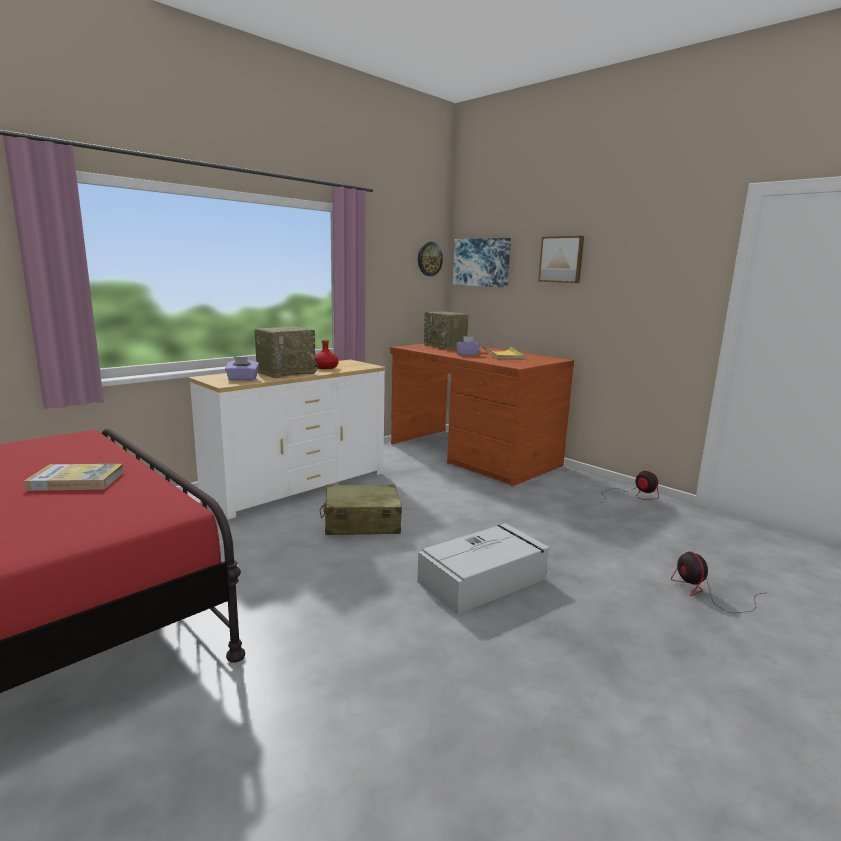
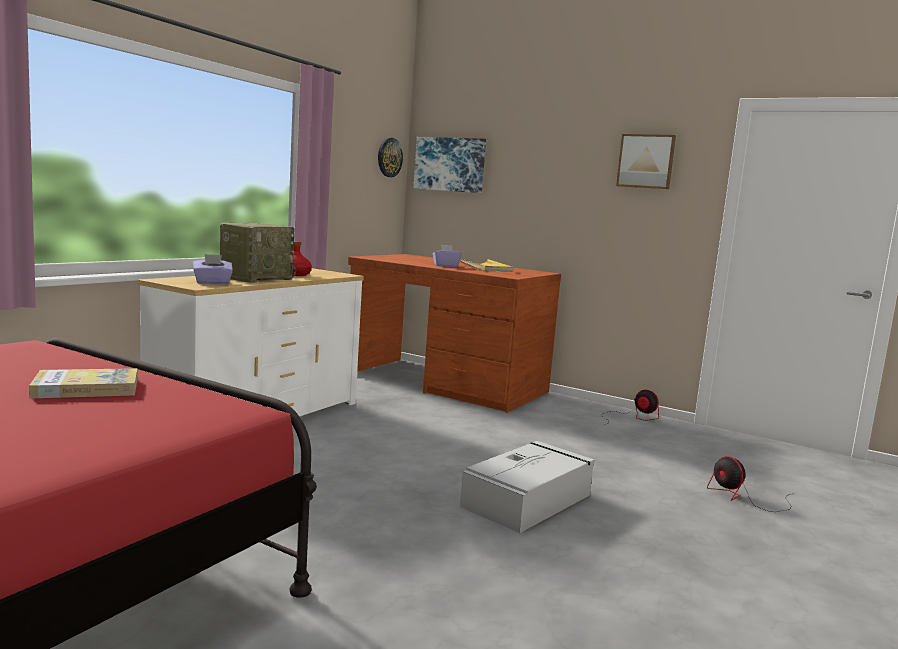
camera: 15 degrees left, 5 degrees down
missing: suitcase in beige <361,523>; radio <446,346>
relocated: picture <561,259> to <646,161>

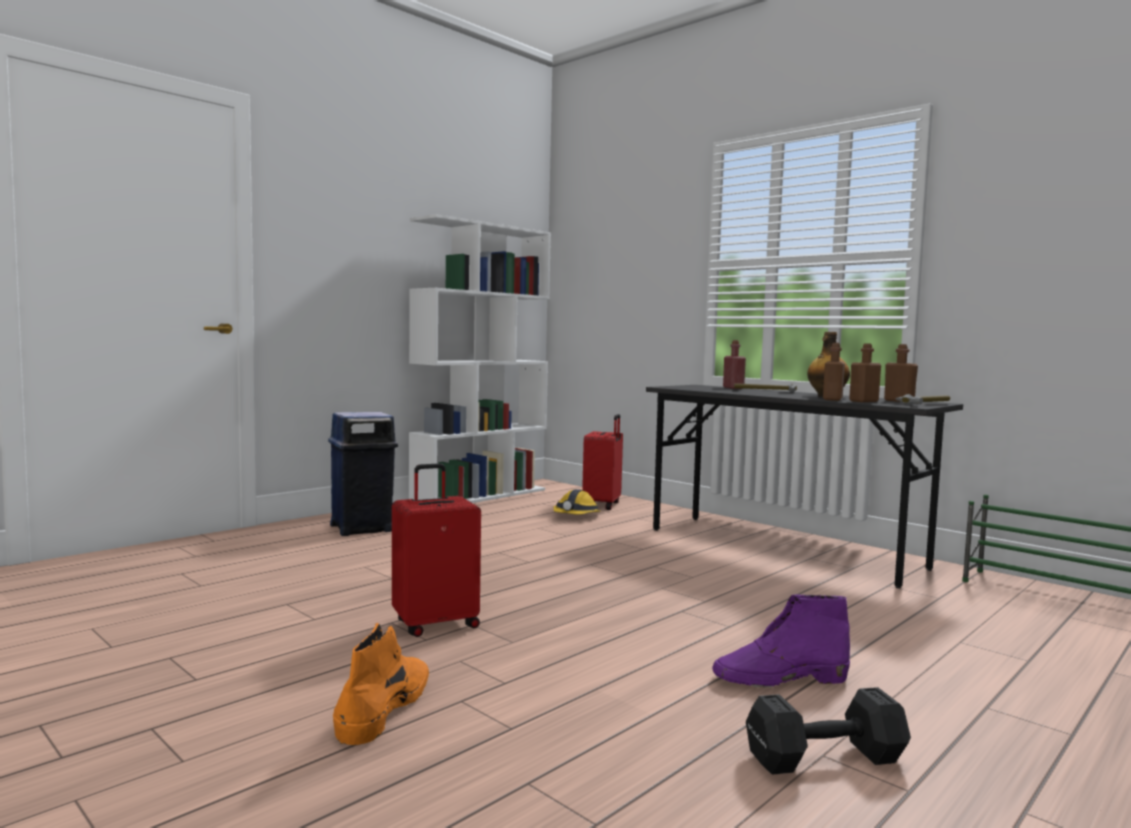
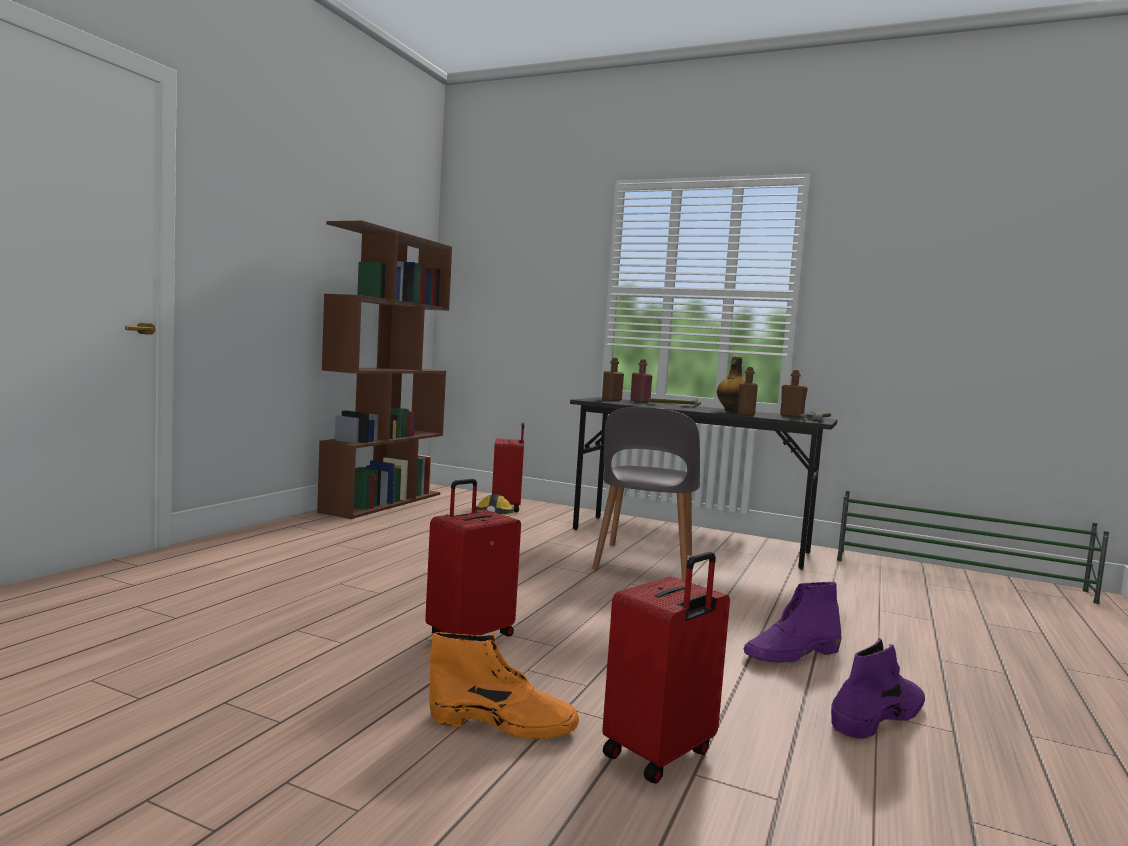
camera: 20 degrees left, 0 degrees up
missing: trash can in blue <362,528>
appeared: chair in grey <644,562>; suitcase in red <660,754>
relocated: bottle in brown <863,401> to <611,400>
exchanged: dumbbell in black <821,758> to boot in purple <878,716>
colour: bookcase in white <480,496> to bookcase in brown <383,502>
spun: boot in orange <385,707> = <504,724> 105 degrees clockwise

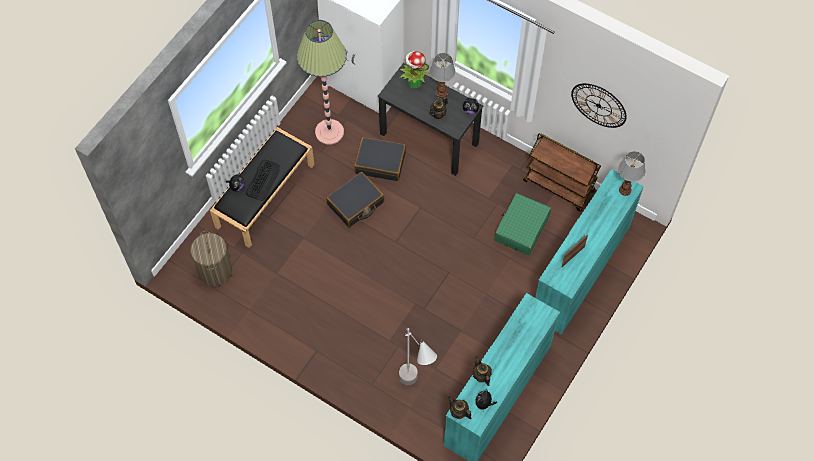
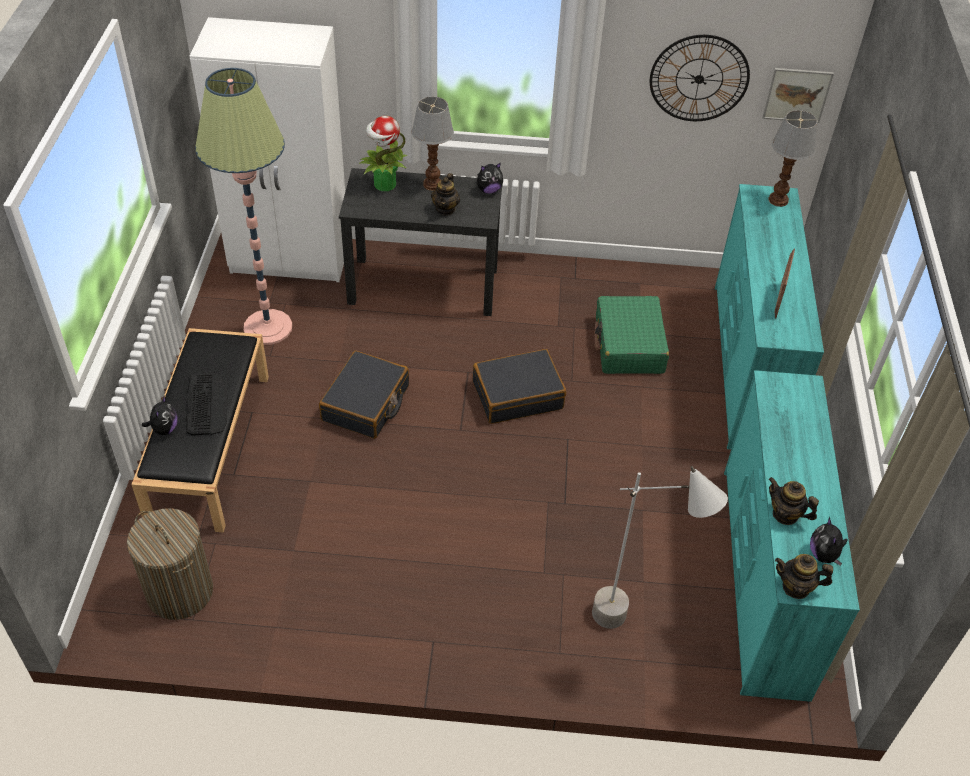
camera: 30 degrees left, 15 degrees down
missing: cart in brown <559,186>
appeared: picture <797,95>
relocated: suitcase in black <380,163> to <517,395>

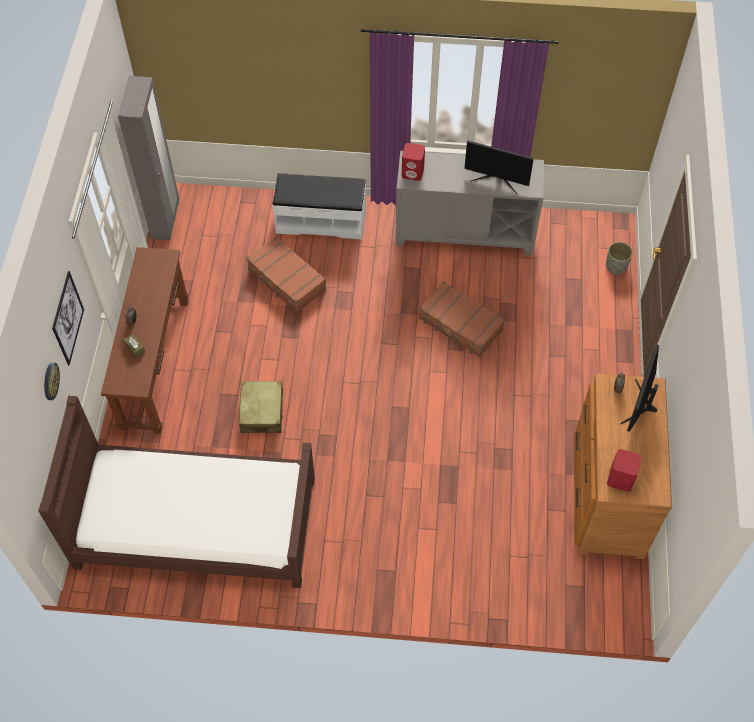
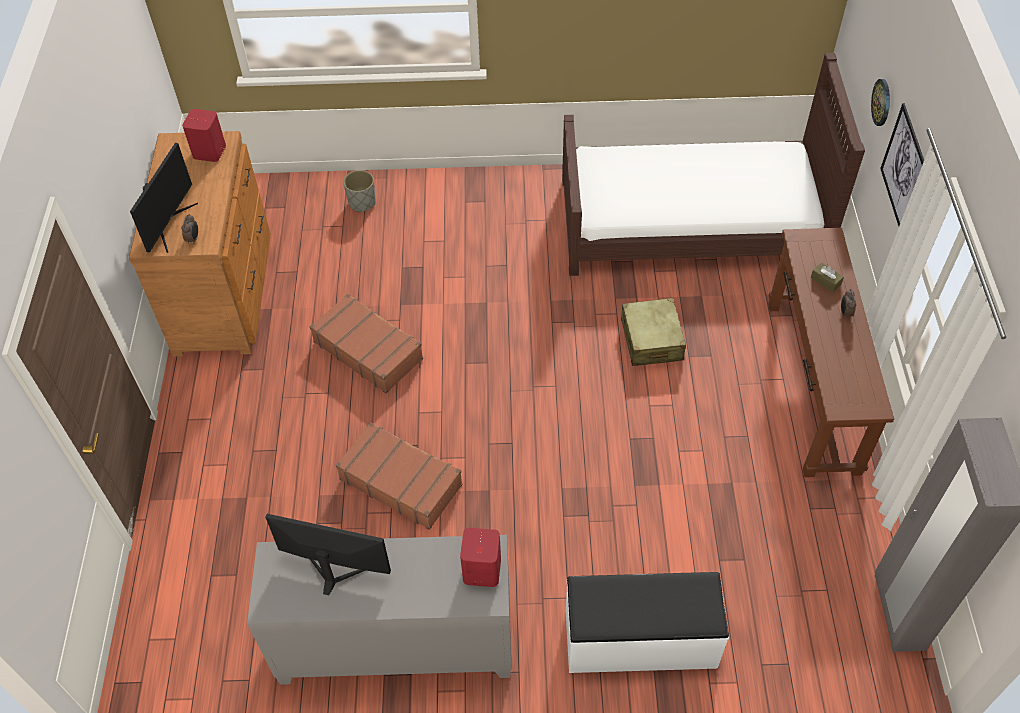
camera: 175 degrees right, 5 degrees down
relocated: suitcase in brown <286,280> to <368,350>; planter in grey <616,266> to <362,202>

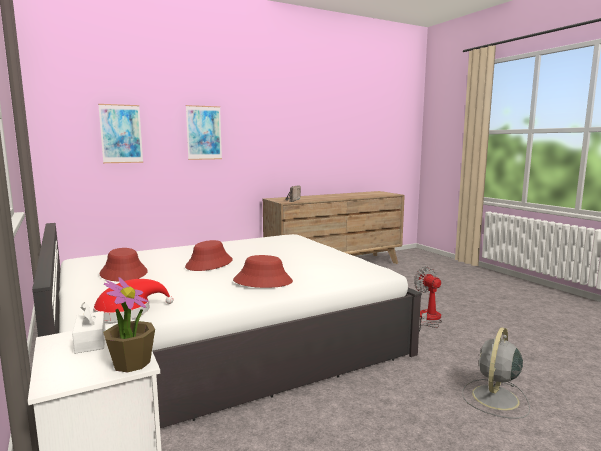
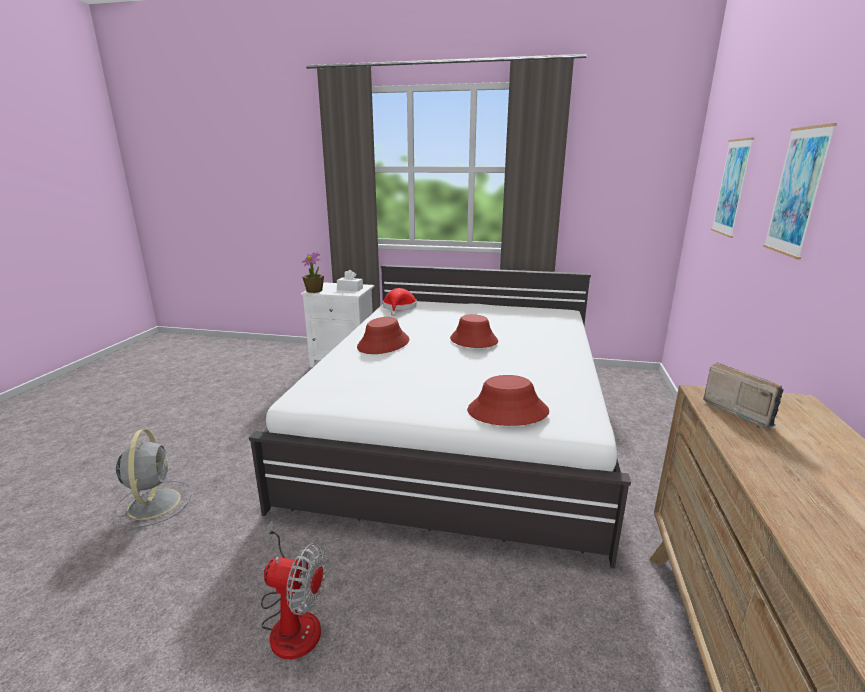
camera: 130 degrees right, 10 degrees up
relocated: hat in red <124,273> to <507,411>

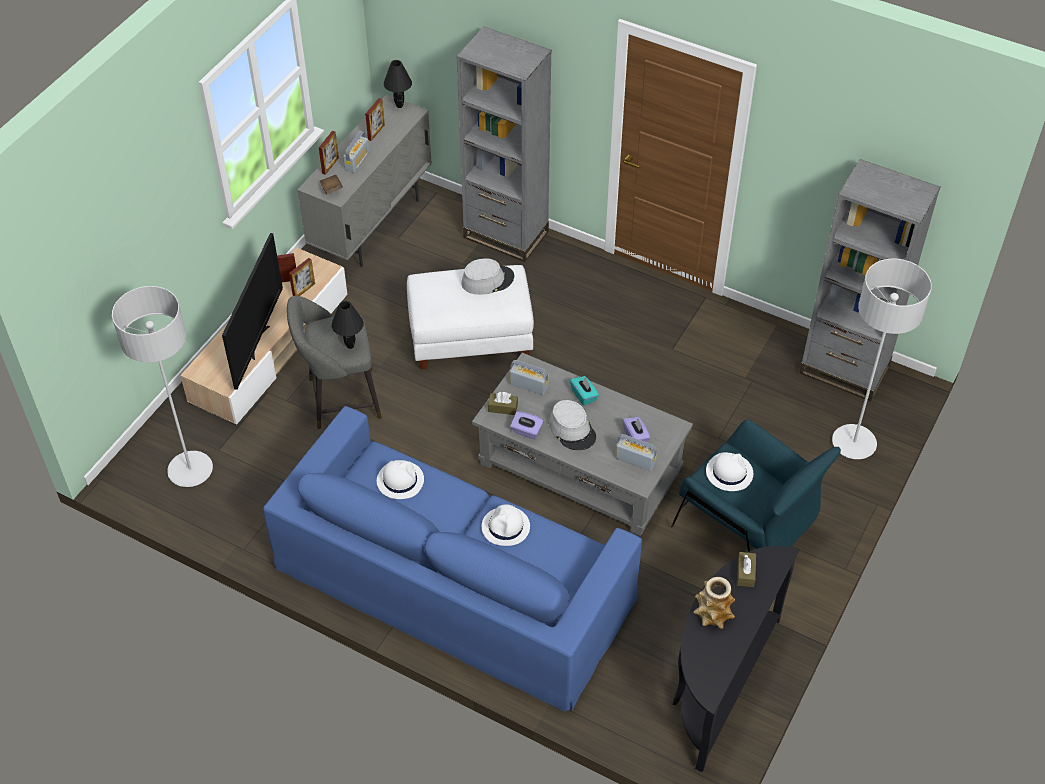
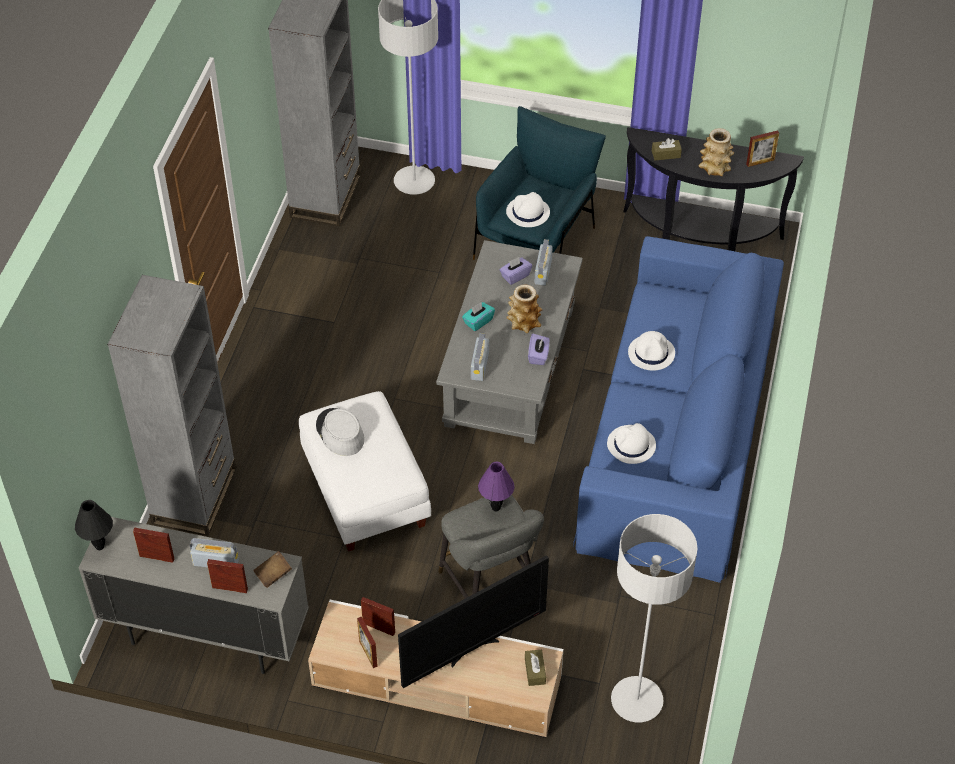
camera: 105 degrees left, 0 degrees up
appeared: picture frame <760,162>
relocated: tissue box in brown <503,408> to <535,671>
exchanged: hat in grey <572,430> to vase <524,322>
colour: table lamp in black <350,346> to table lamp in purple <496,508>
spun: television <257,341> = <472,649> 150 degrees clockwise

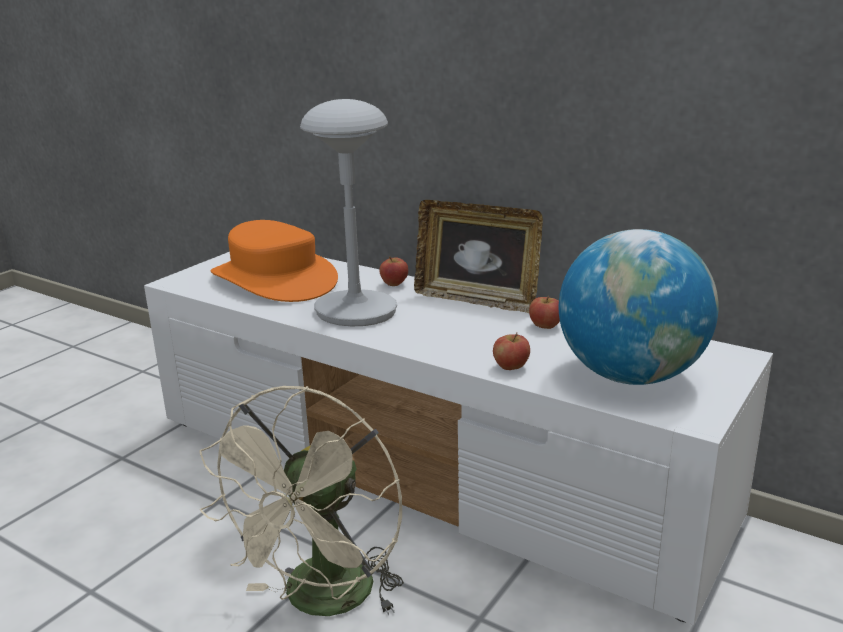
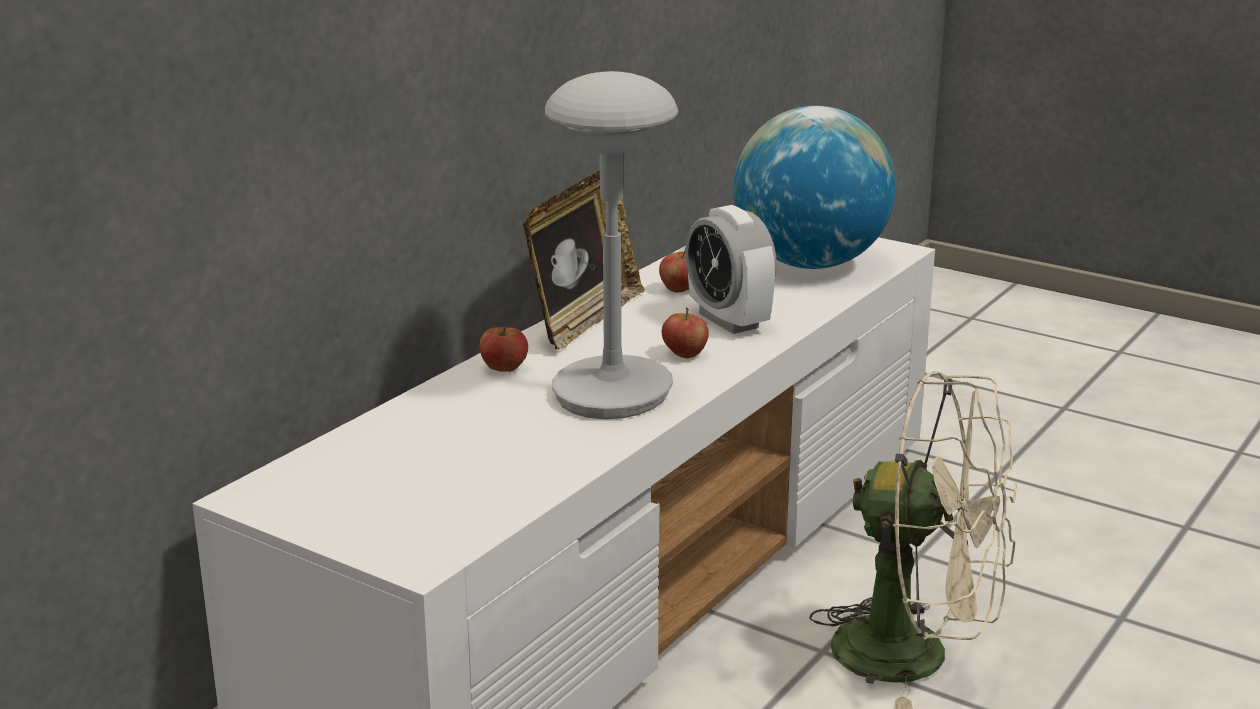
camera: 90 degrees left, 0 degrees up
missing: hat in orange <275,279>
appeared: alarm clock <729,320>
relocated: apple <511,367> to <684,354>

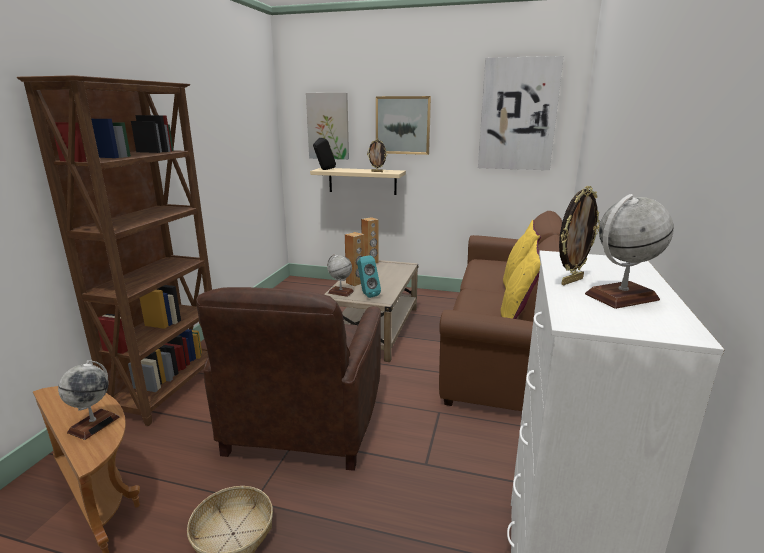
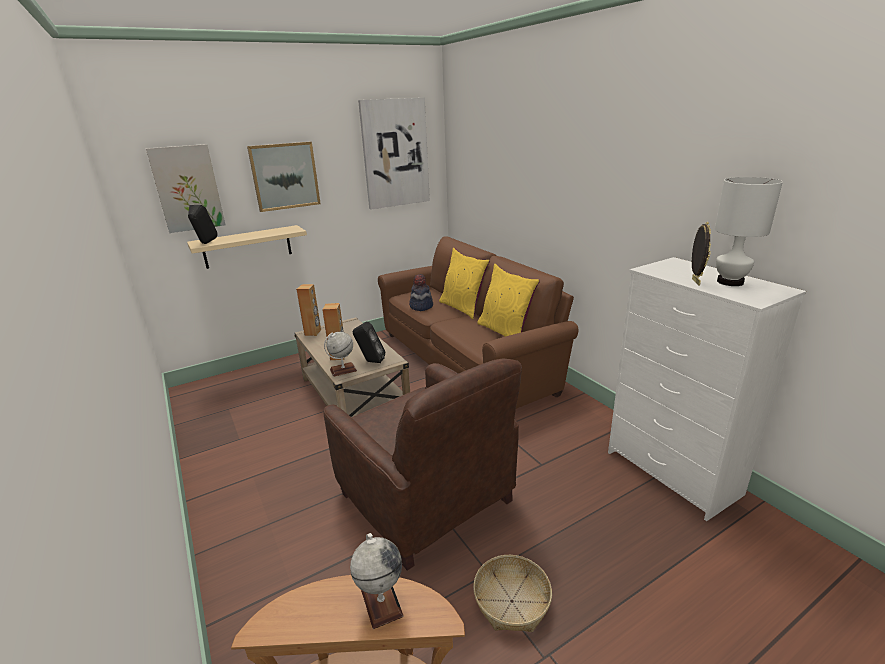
camera: 45 degrees left, 5 degrees up
missing: bookcase in brown <171,387>; picture frame <377,171>
appeared: hat <421,306>
exchanged: globe <621,297> to table lamp in white <729,282>
colour: speaker in turquoise <367,294> to speaker in black <370,361>

